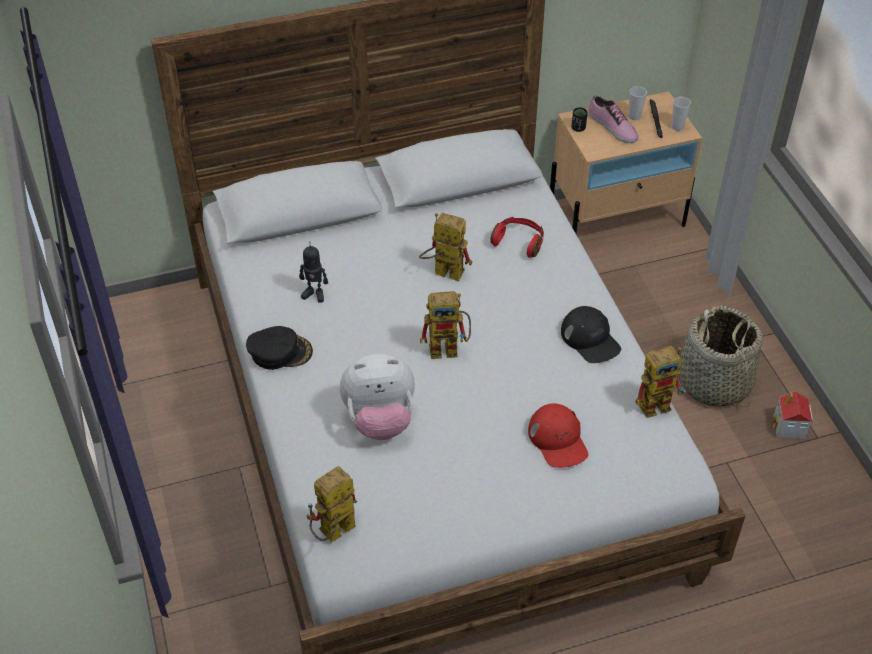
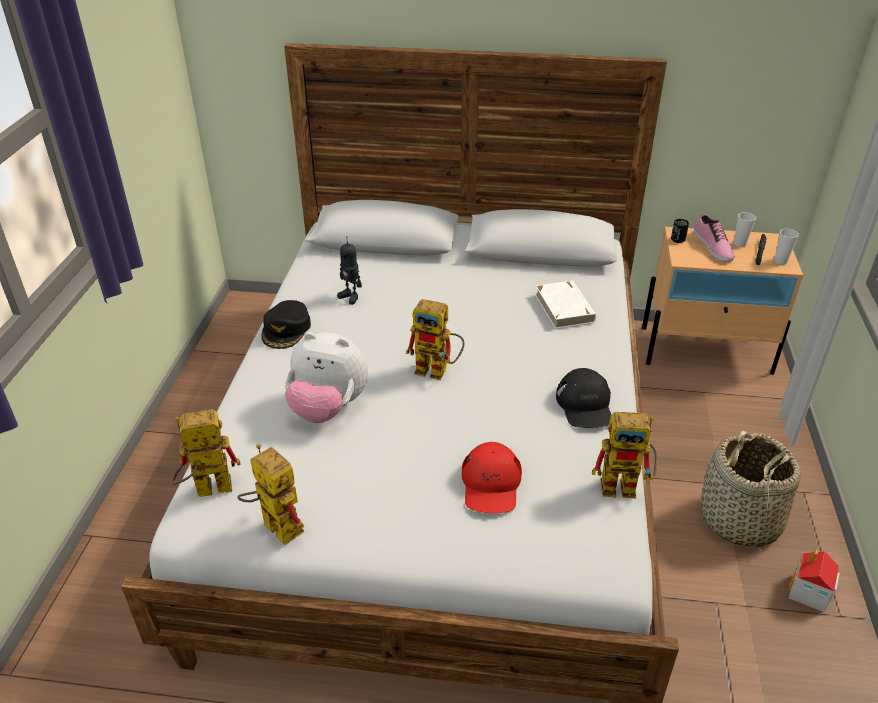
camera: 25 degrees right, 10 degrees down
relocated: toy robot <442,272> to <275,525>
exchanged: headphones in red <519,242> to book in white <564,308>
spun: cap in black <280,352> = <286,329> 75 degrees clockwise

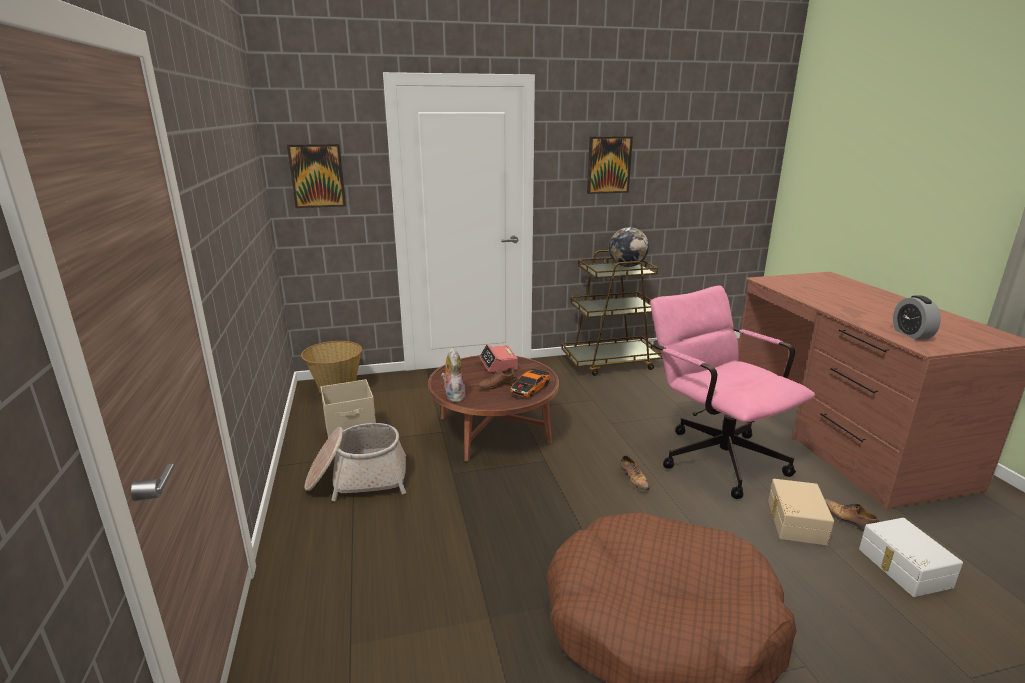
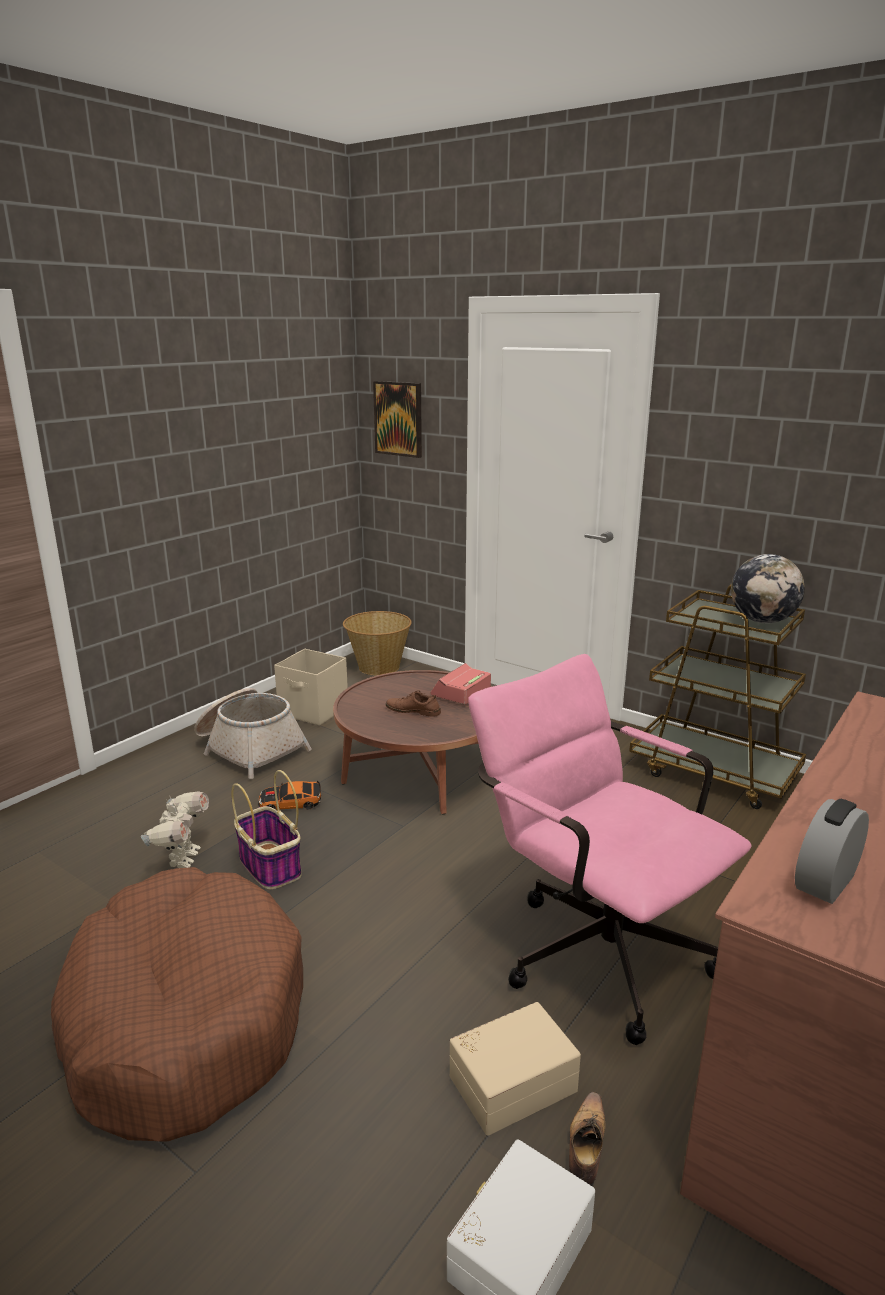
camera: 50 degrees right, 0 degrees up
missing: plush toy <453,396>; picture <608,165>; shoe <634,479>
appeared: toy robot <182,858>; basket <269,865>
relocated: toy car <530,388> to <290,802>
spun: office chair in pink <713,455> = <593,945> 60 degrees counterclockwise

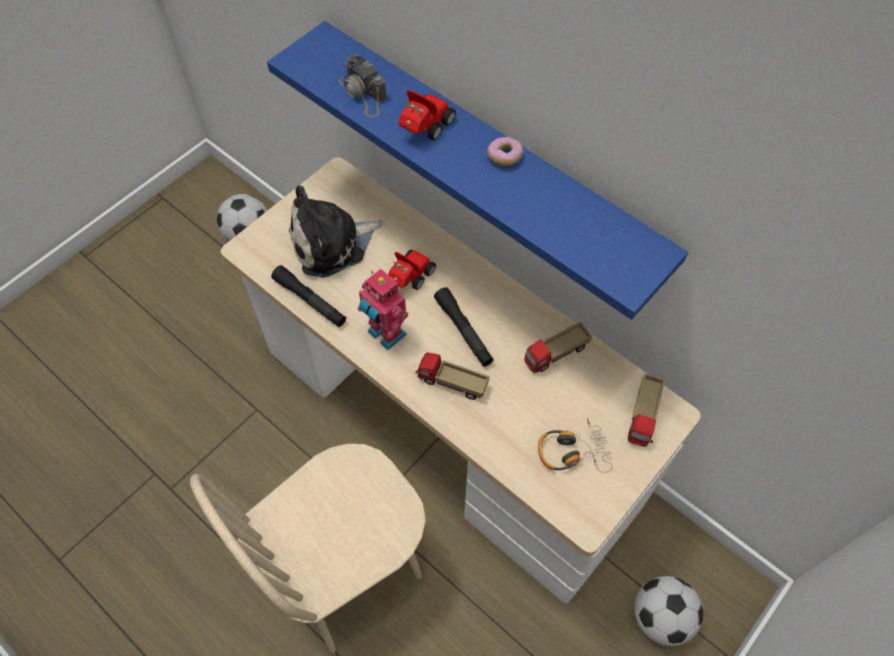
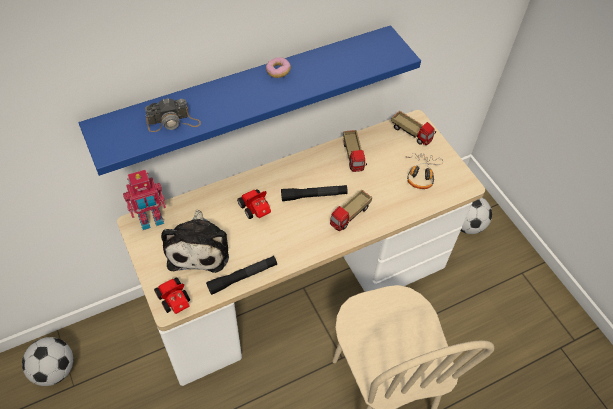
camera: 70 degrees left, 5 degrees down
relocated: toy robot <385,334> to <151,221>; toy car <424,128> to <175,302>

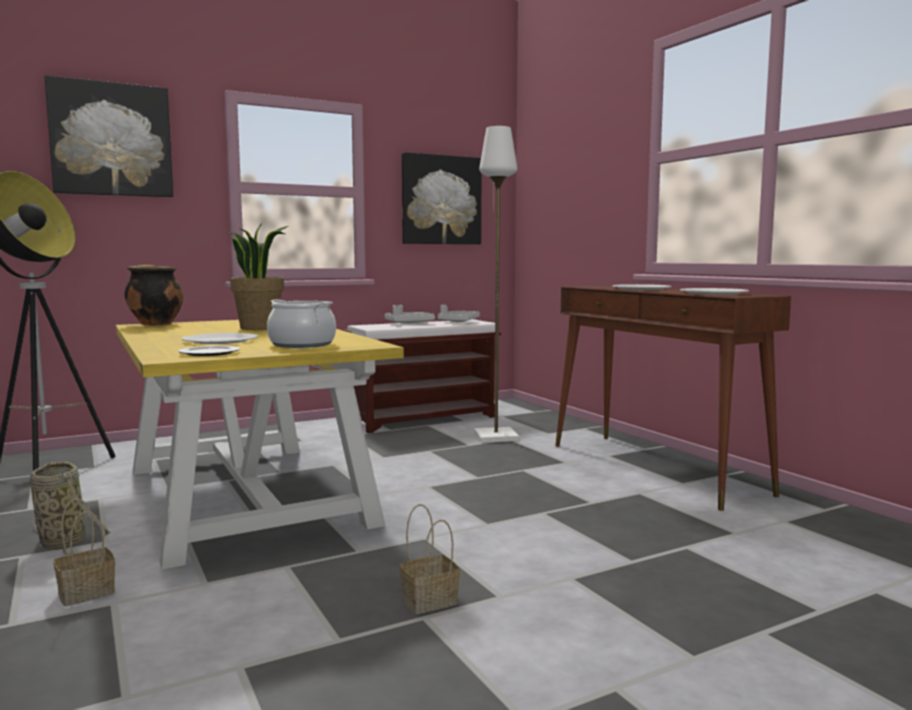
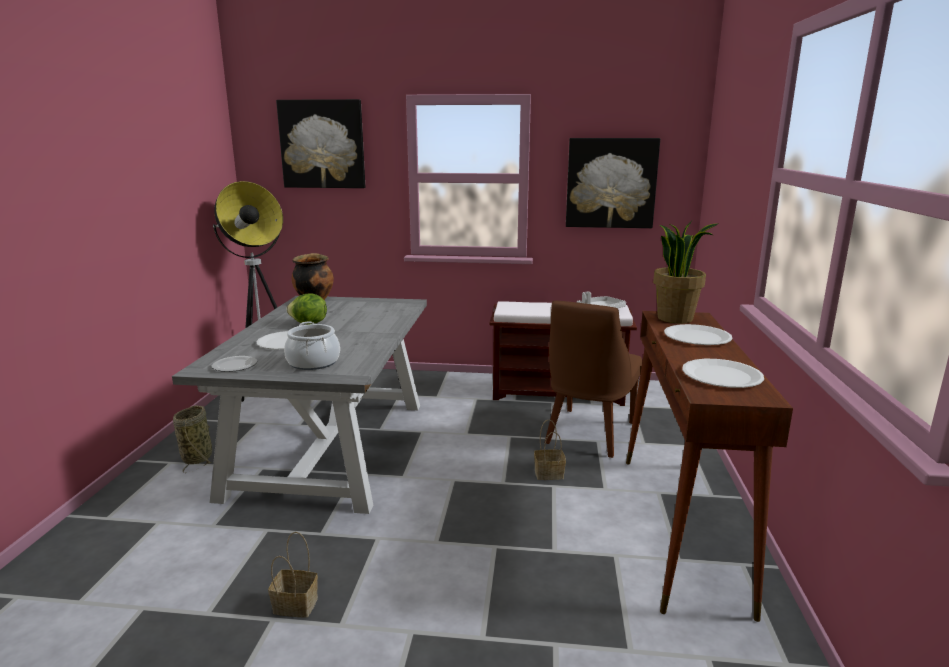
camera: 35 degrees right, 10 degrees up
missing: tray in grey <409,323>
appeared: lettuce <308,324>
relocated: basket <88,592> to <549,473>; potted plant <259,328> to <675,318>
exchanged: floor lamp in white <495,437> to chair in brown <587,434>
colour: dining table in yellow <244,495> to dining table in grey <331,446>

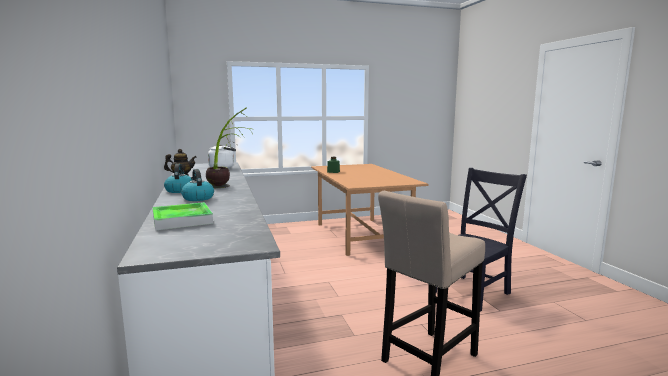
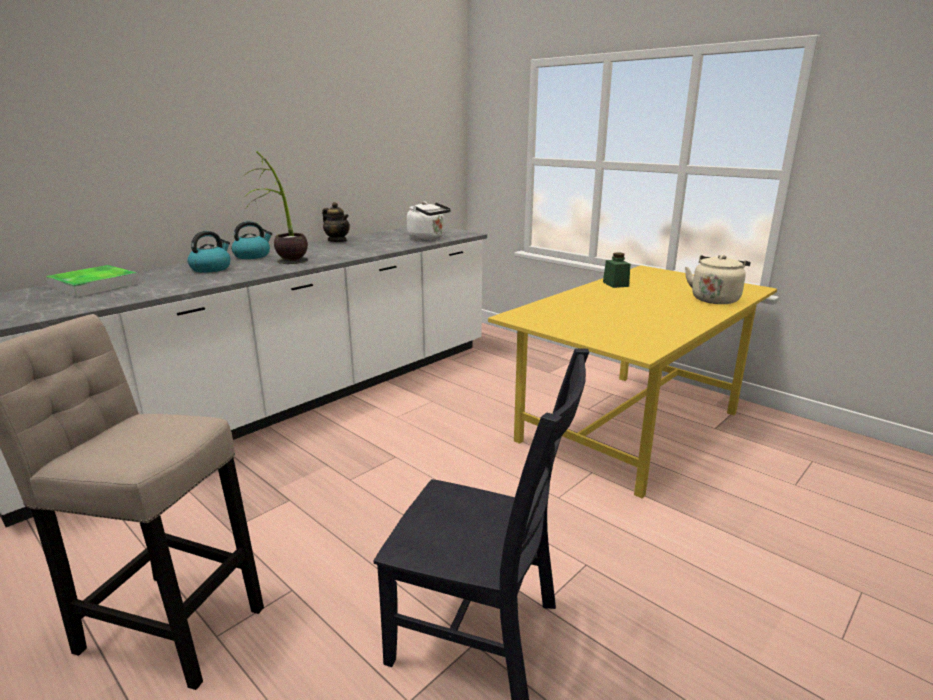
camera: 60 degrees right, 10 degrees up
appeared: kettle in beige <715,299>
colour: dining table in brown <362,235> to dining table in yellow <630,427>

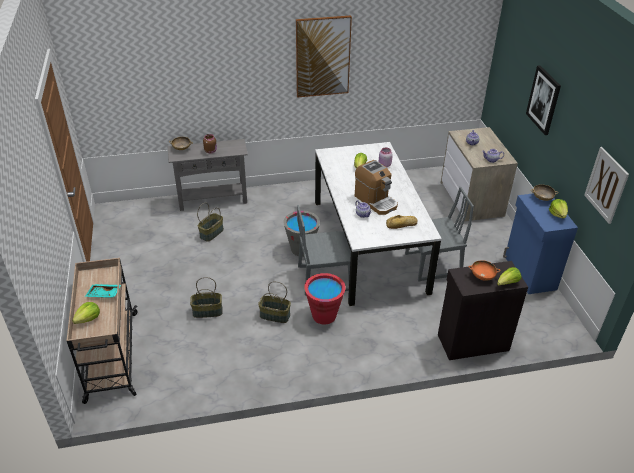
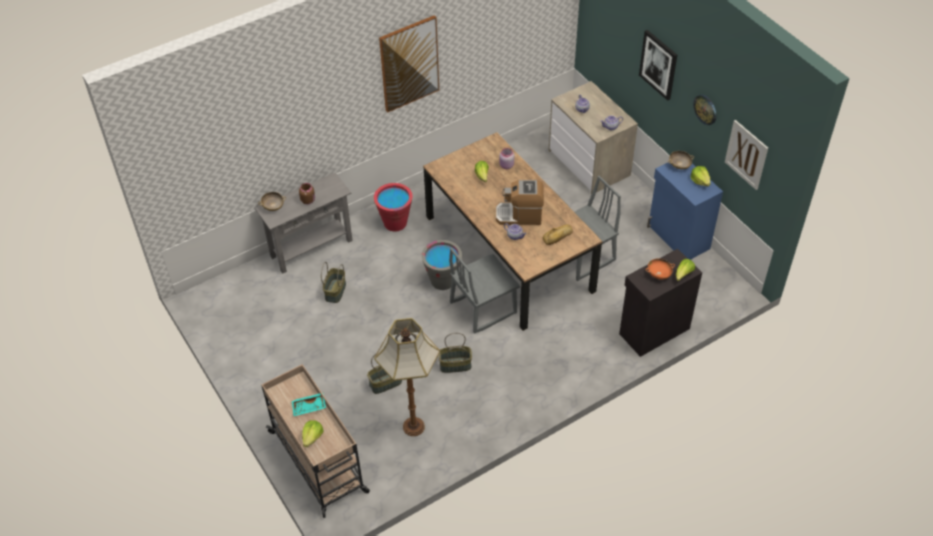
camera: 20 degrees left, 10 degrees up
appeared: floor lamp <413,426>; wall clock <705,109>
relocated: bucket in red <324,315> to <395,223>
colour: dining table in white <369,245> to dining table in brown <509,253>
spun: coffee machine <376,201> = <519,215> 150 degrees clockwise

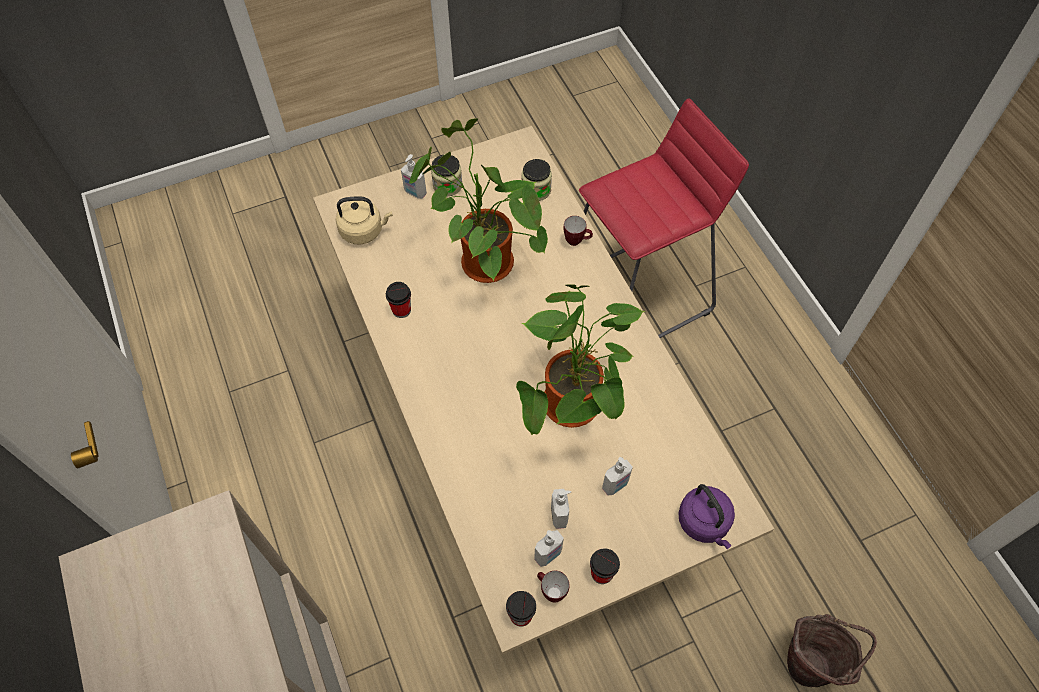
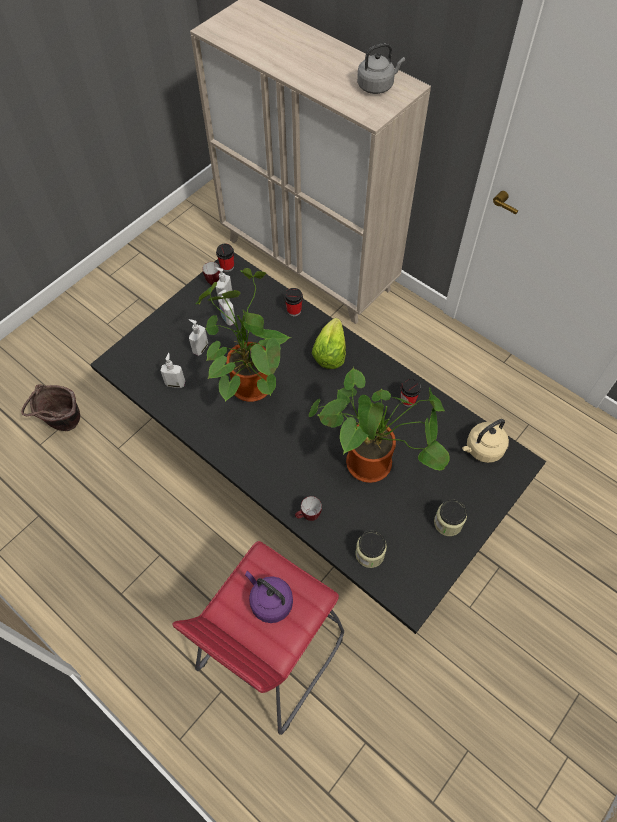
camera: 155 degrees right, 0 degrees up
appeared: lettuce <330,353>; kettle in grey <377,86>
relocated: soap dispenser <415,193> to <175,383>; cup <602,573> to <294,310>; kettle in purple <705,523> to <269,601>
colour: dining table in beige <519,437> to dining table in black <309,482>

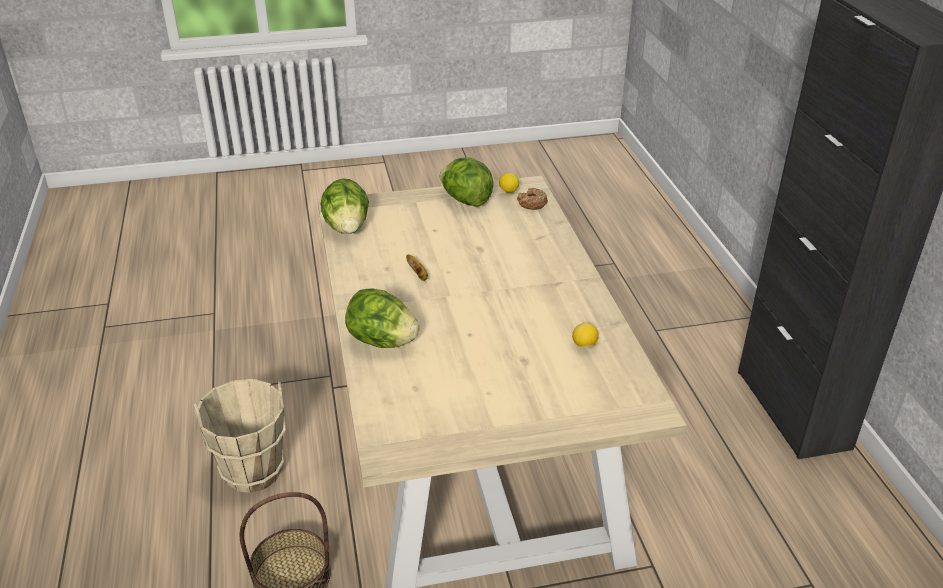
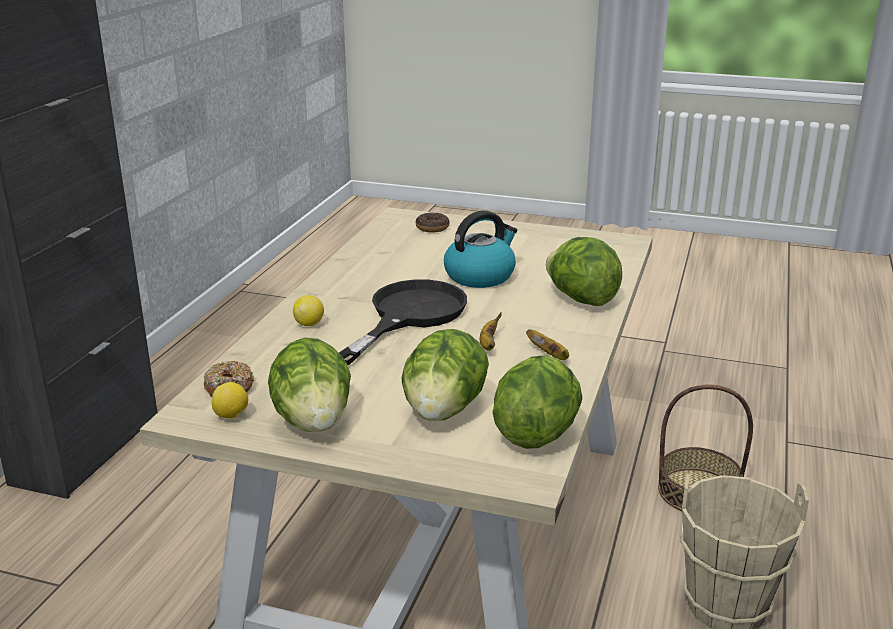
camera: 150 degrees left, 10 degrees down
appeared: frying pan in black <409,315>; lettuce <444,411>; donut <432,228>; kettle <480,276>; banana <550,355>
relocated: lemon <584,345> to <309,324>

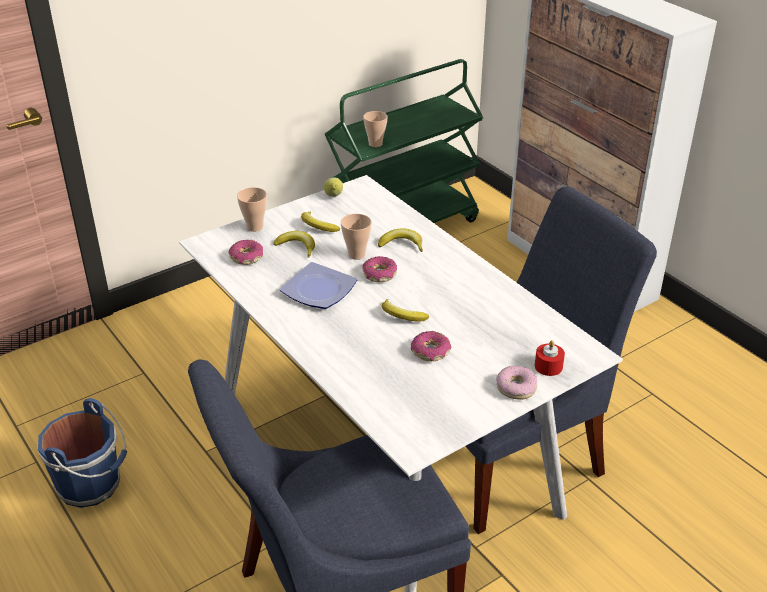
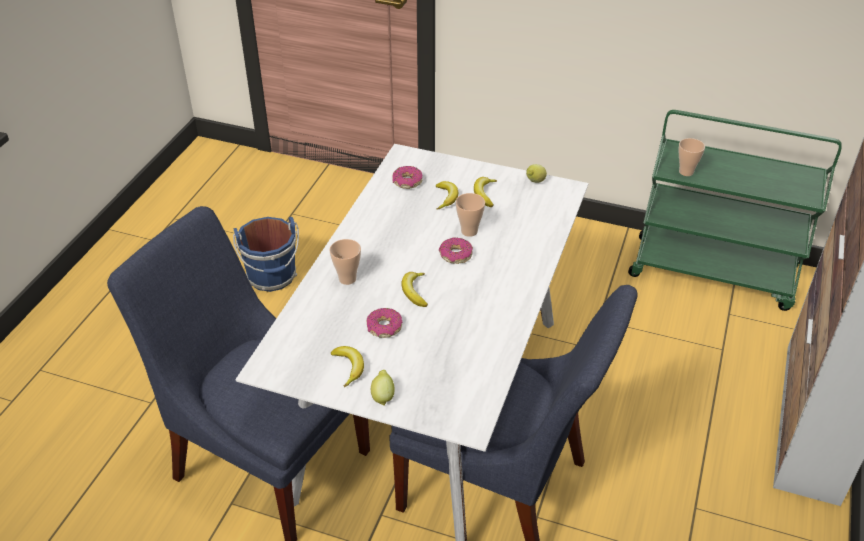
camera: 55 degrees right, 5 degrees up
missing: plate <320,290>; candle in red <548,366>
relocated: cup <254,227> to <347,279>; banana <401,244> to <349,367>
exchanged: donut <516,388> to lemon <383,396>

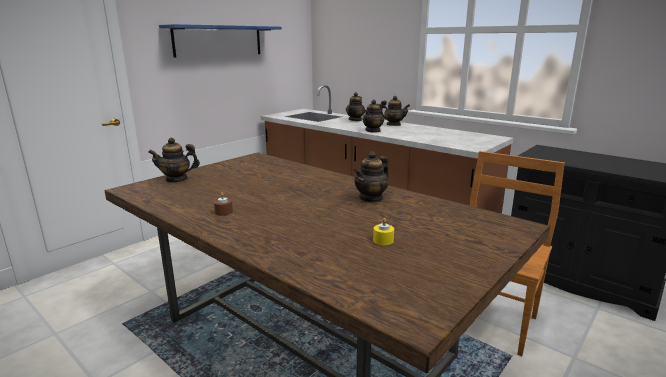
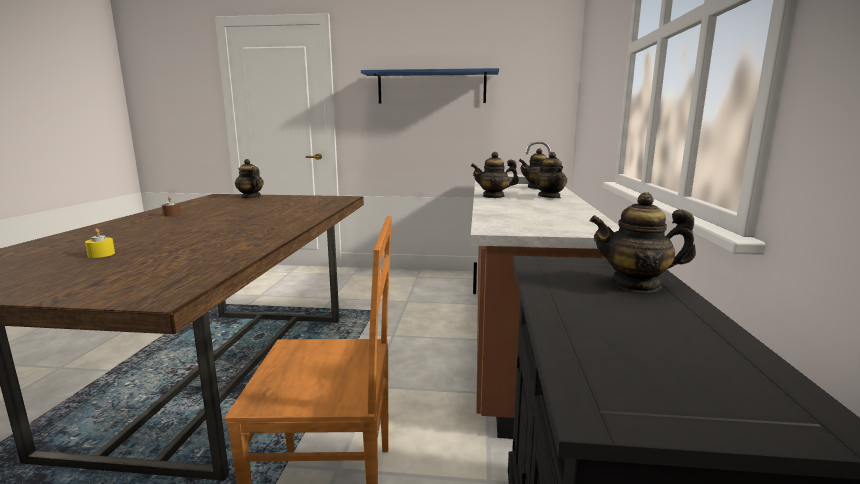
camera: 55 degrees right, 5 degrees down
relocated: teapot <371,198> to <636,284>

